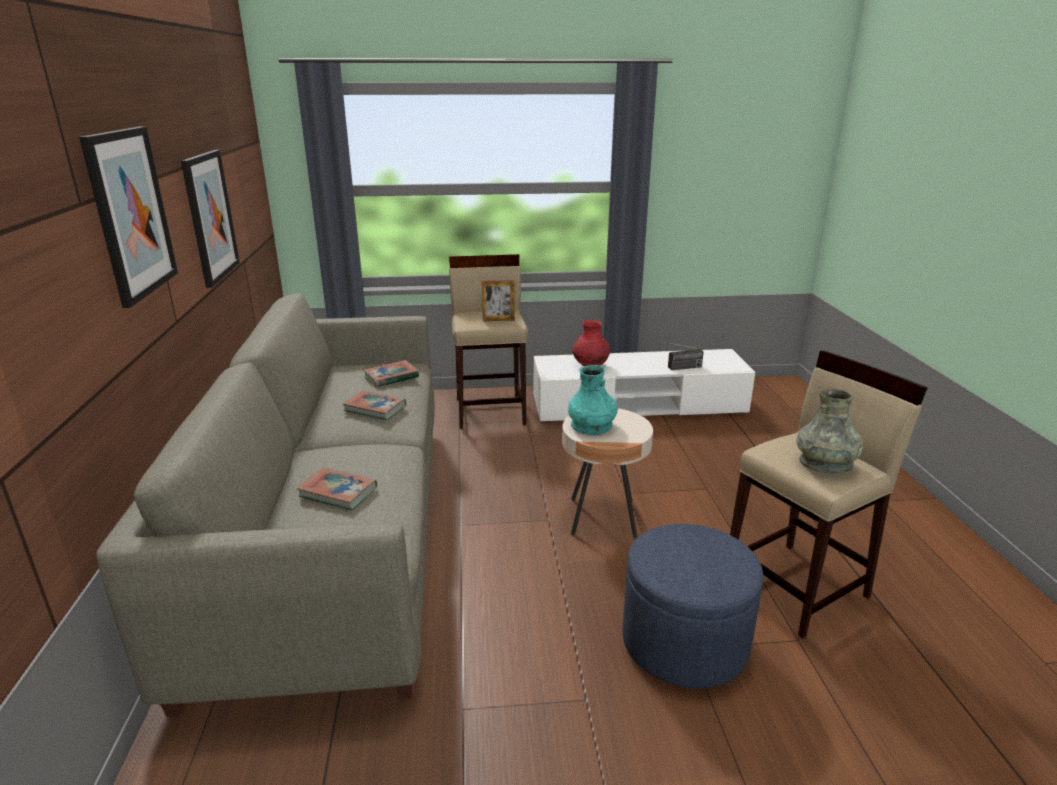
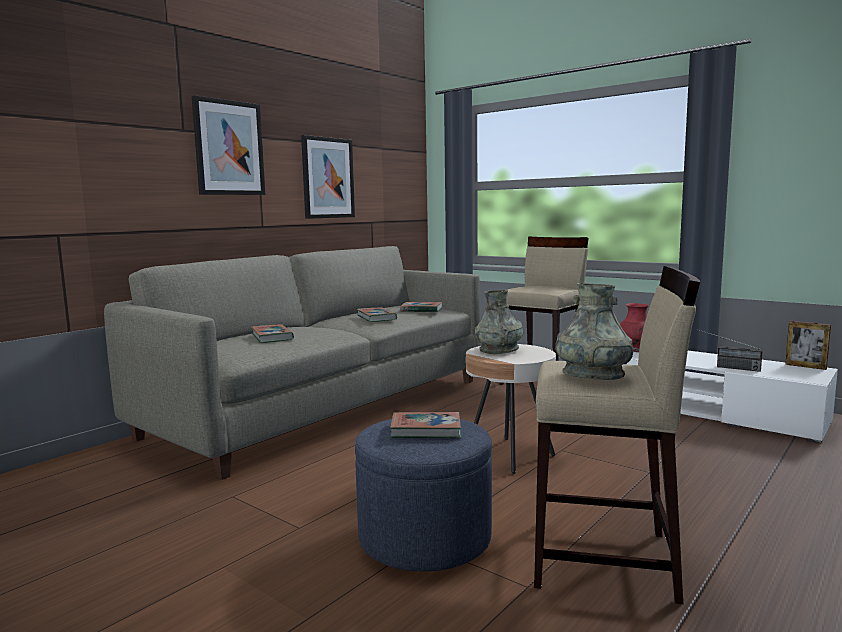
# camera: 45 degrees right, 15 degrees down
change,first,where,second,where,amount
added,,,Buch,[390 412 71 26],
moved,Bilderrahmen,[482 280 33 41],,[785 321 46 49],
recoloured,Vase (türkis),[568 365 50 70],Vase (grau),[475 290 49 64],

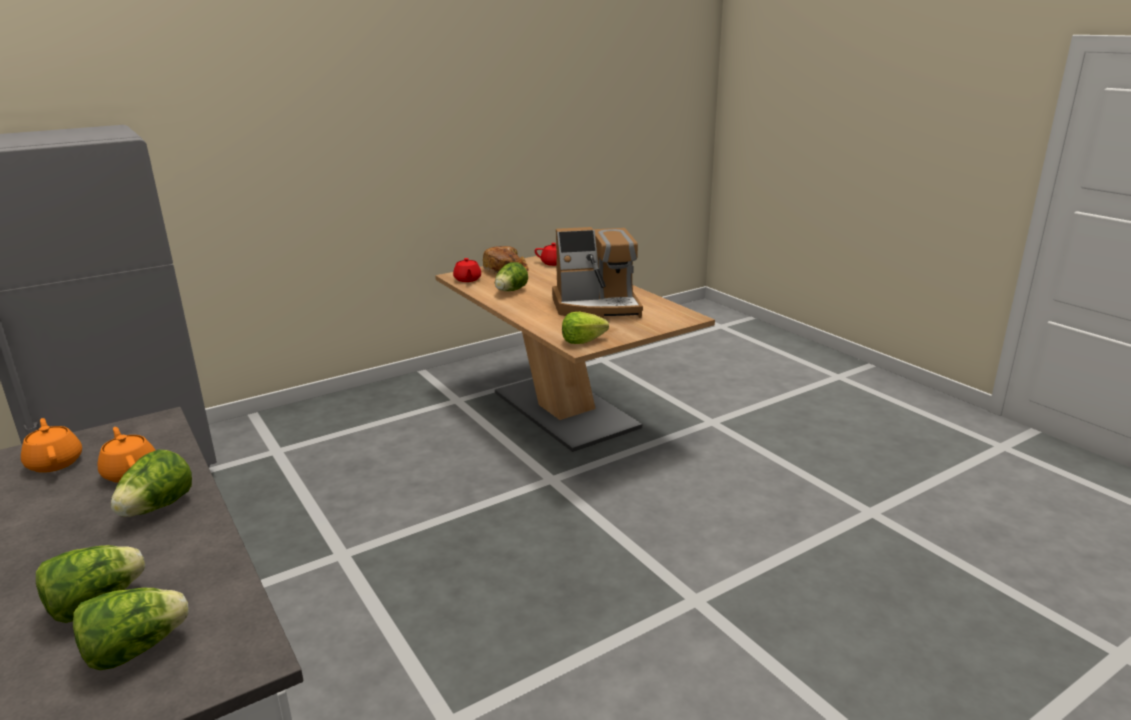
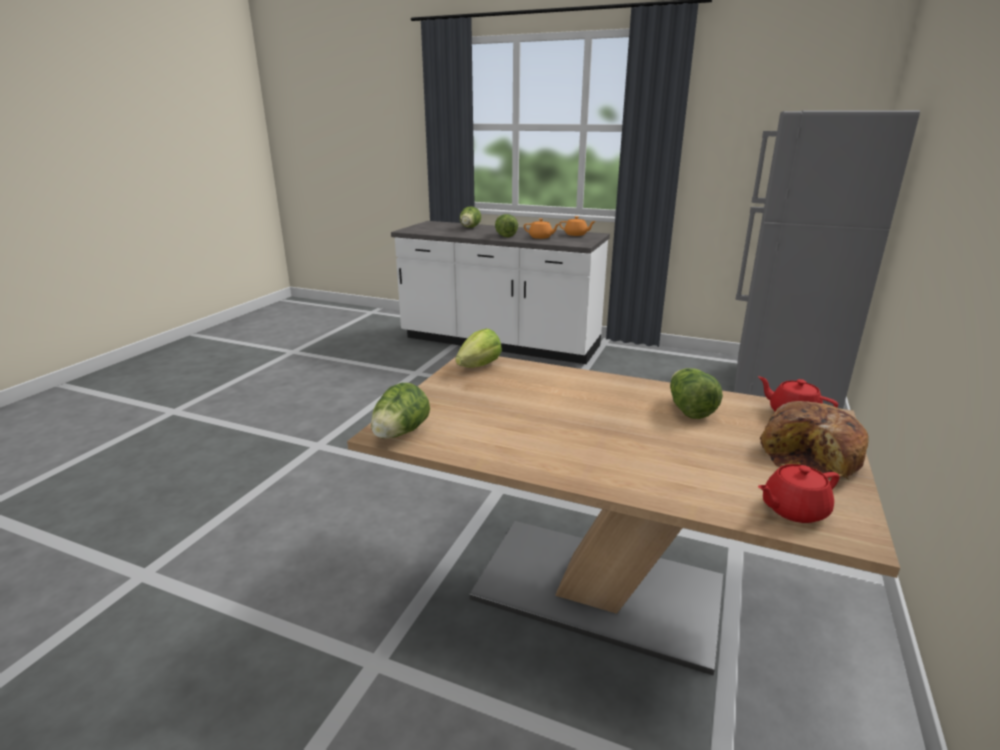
# camera: 145 degrees right, 0 degrees up
change,first,where,second,where,amount
removed,Kaffeemaschine,[552 227 91 92],,,
moved,Salatkopf,[73 588 116 82],,[371 383 59 56],

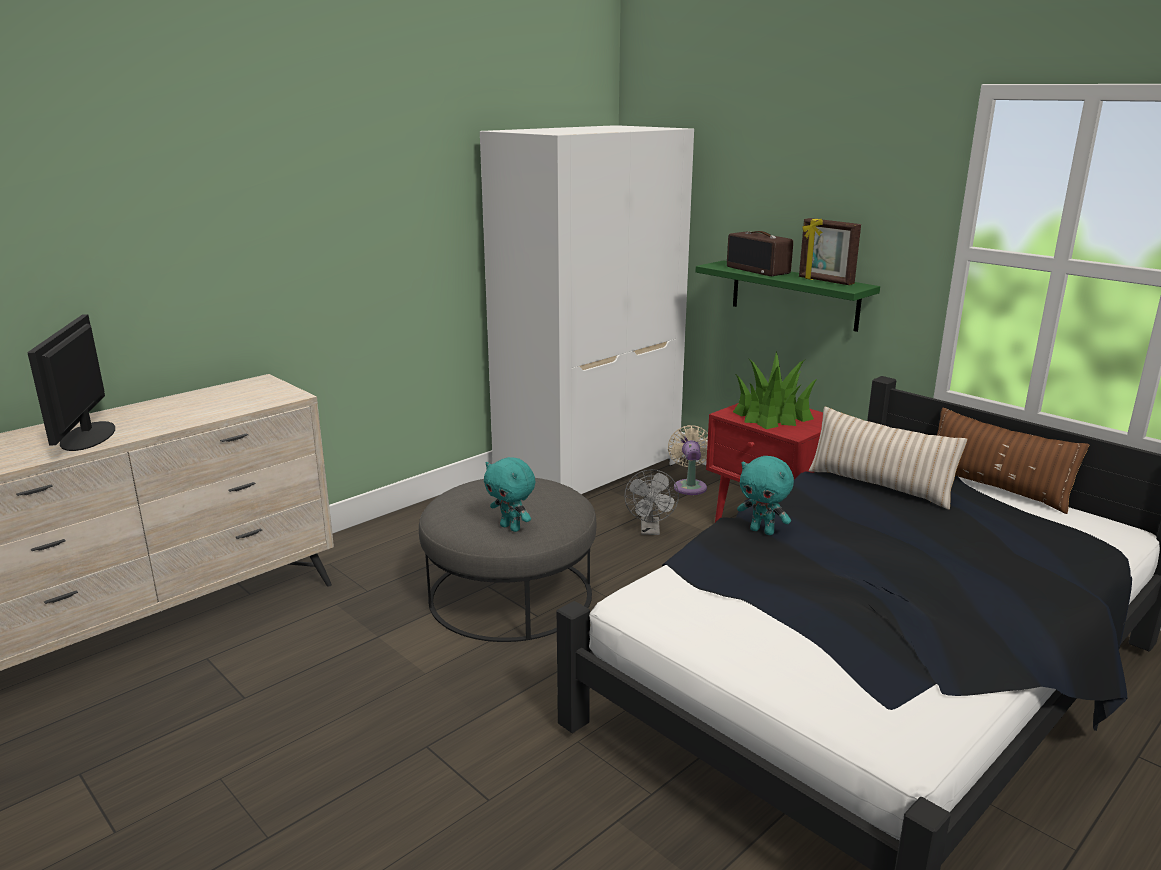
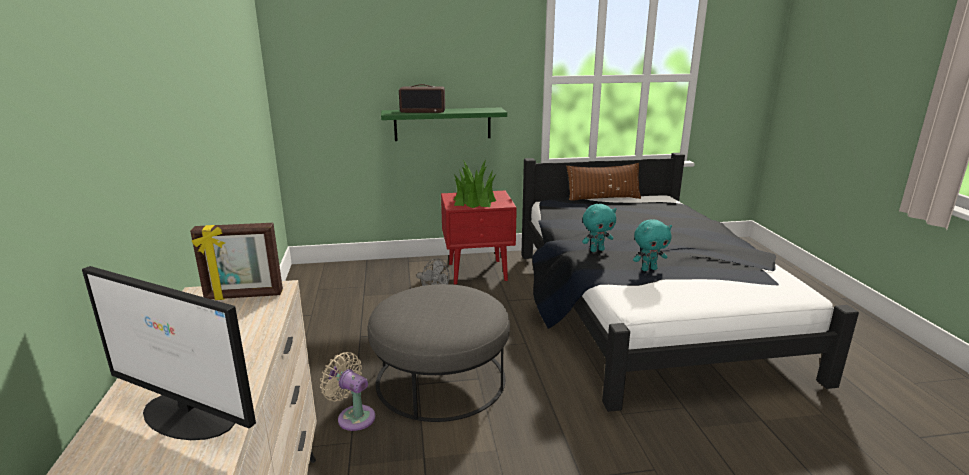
# camera: 55 degrees left, 0 degrees up
change,first,where,second,where,amount
removed,Kleiderschrank (weiß),[480 125 214 369],,,
removed,Kissen (beige),[808 407 160 103],,,
moved,Plüschtier (türkis),[484 457 51 75],,[633 220 39 51],
moved,Ventilator (beige),[668 425 40 70],,[320 352 55 79],
moved,Bilderrahmen,[799 218 62 67],,[190 223 93 77],

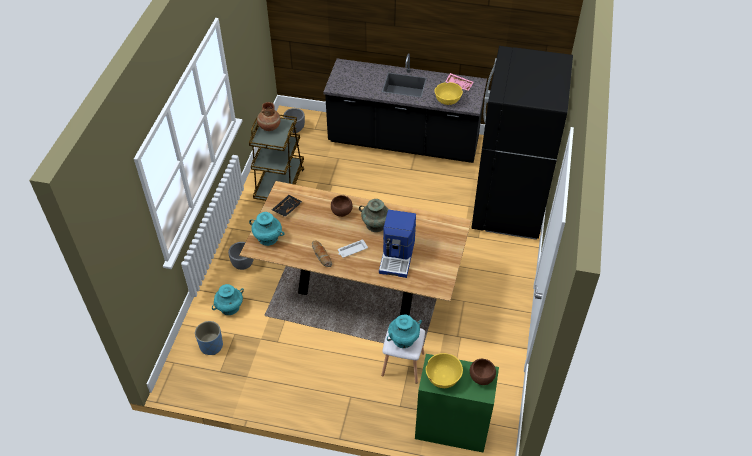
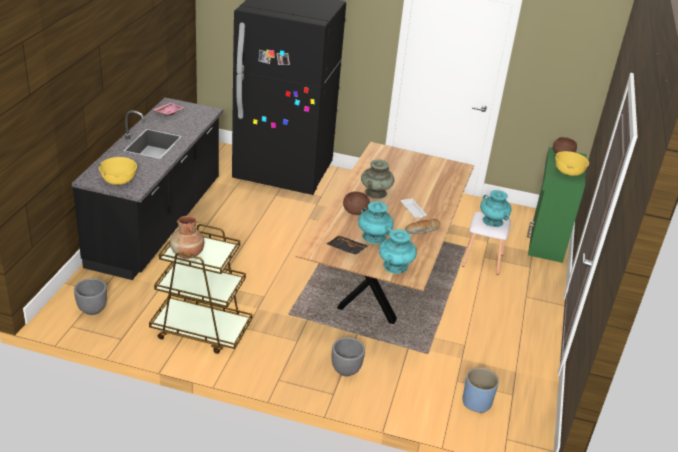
# camera: 90 degrees left, 15 degrees down
change,first,where,second,where,amount
removed,Kaffeemaschine,[379 210 37 68],,,
moved,Vase (türkis),[212 284 32 31],,[358 201 36 43],
moved,Schüssel (gelb),[434 82 29 23],,[99 157 38 28],

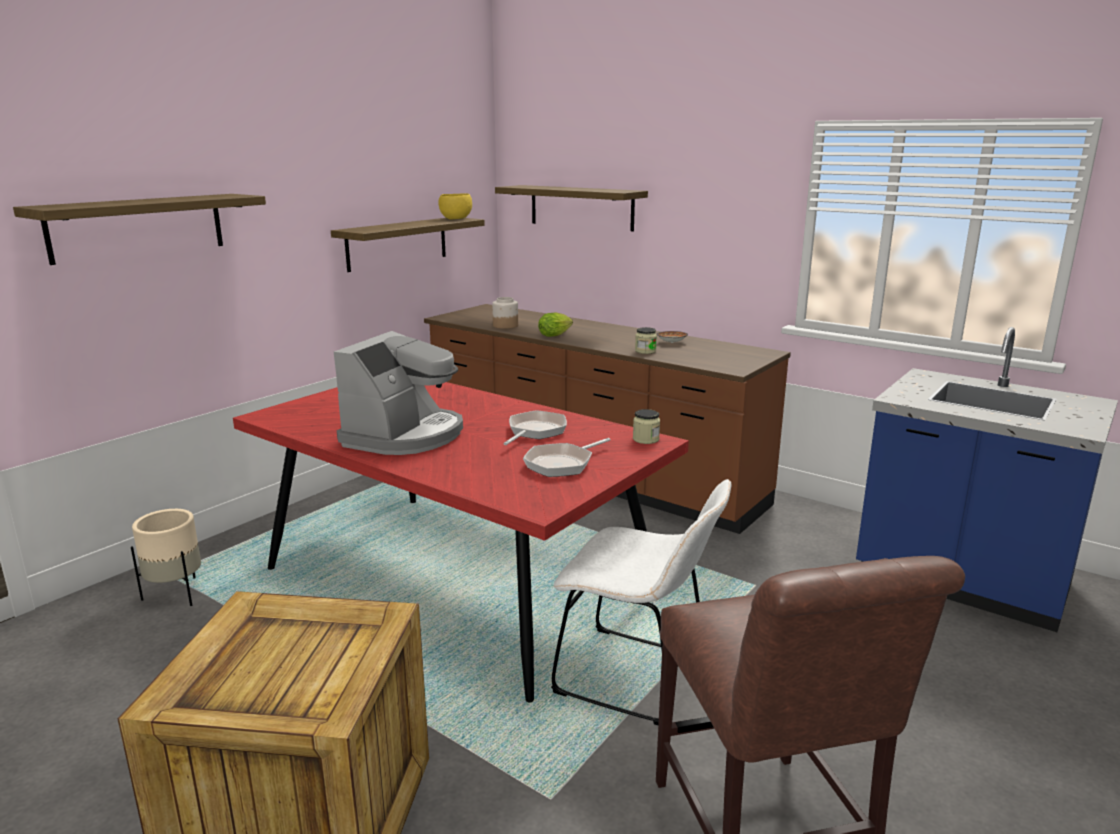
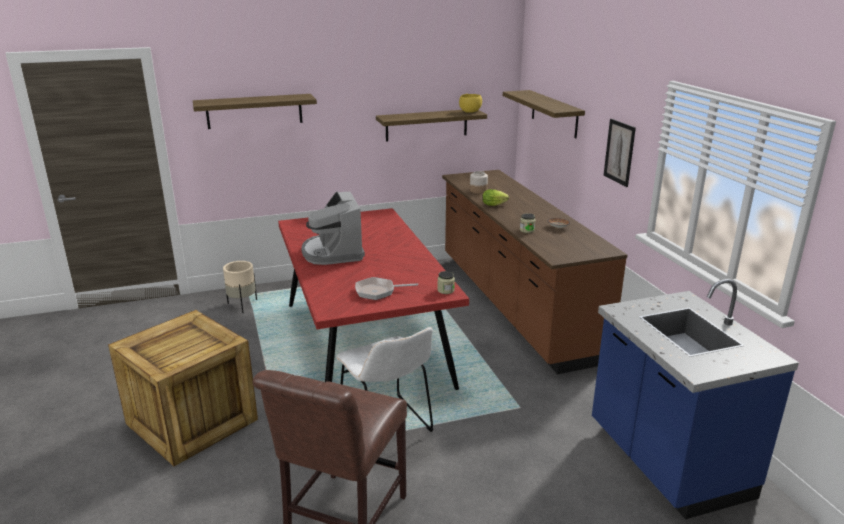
# camera: 35 degrees right, 5 degrees up
change,first,where,second,where,amount
removed,Pfanne,[503 410 64 35],,,
added,,,Bild,[604 119 32 68],
turned,Kaffeemaschine,[334 331 129 124],,[301 192 64 73],105 degrees clockwise

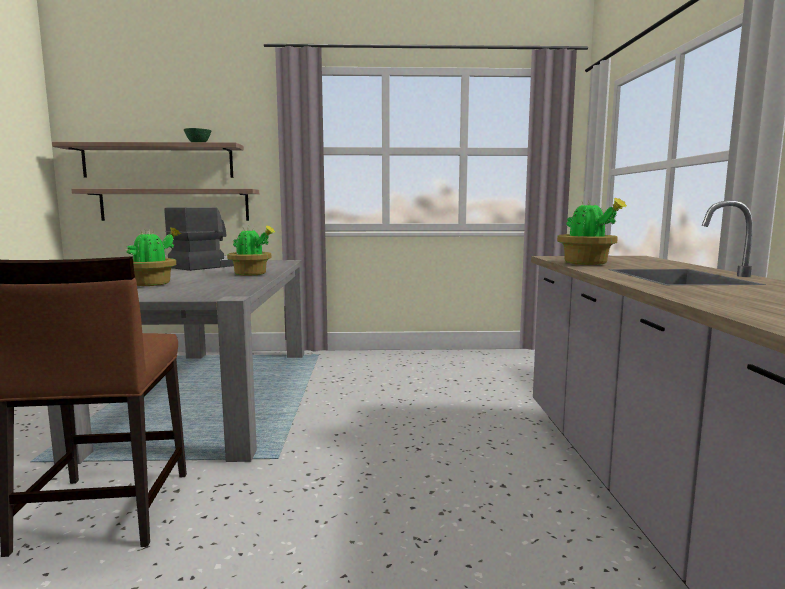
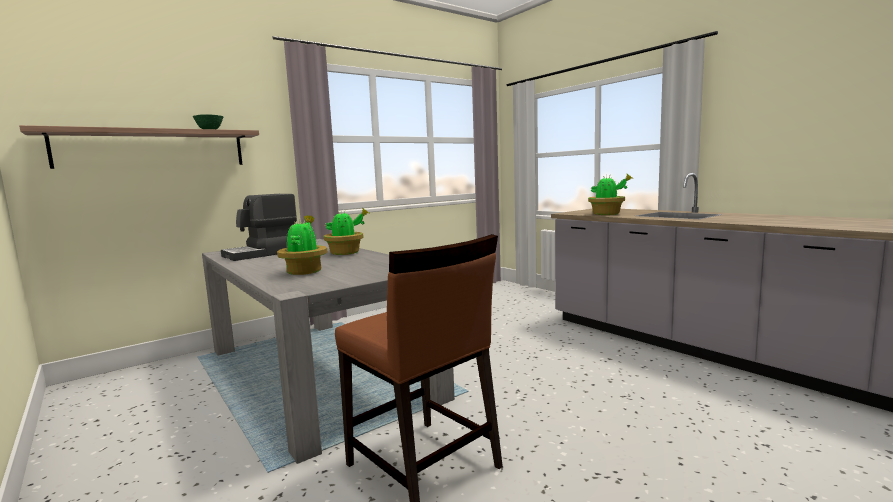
# camera: 35 degrees left, 0 degrees up
change,first,where,second,where,amount
removed,Wandregal,[71 189 188 32],,,
turned,Kaffeemaschine,[164 207 70 64],,[221 194 76 67],135 degrees counterclockwise

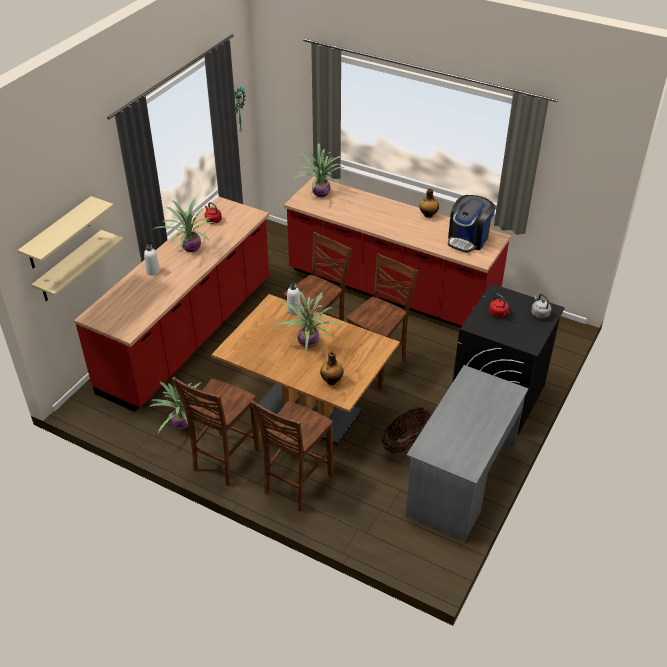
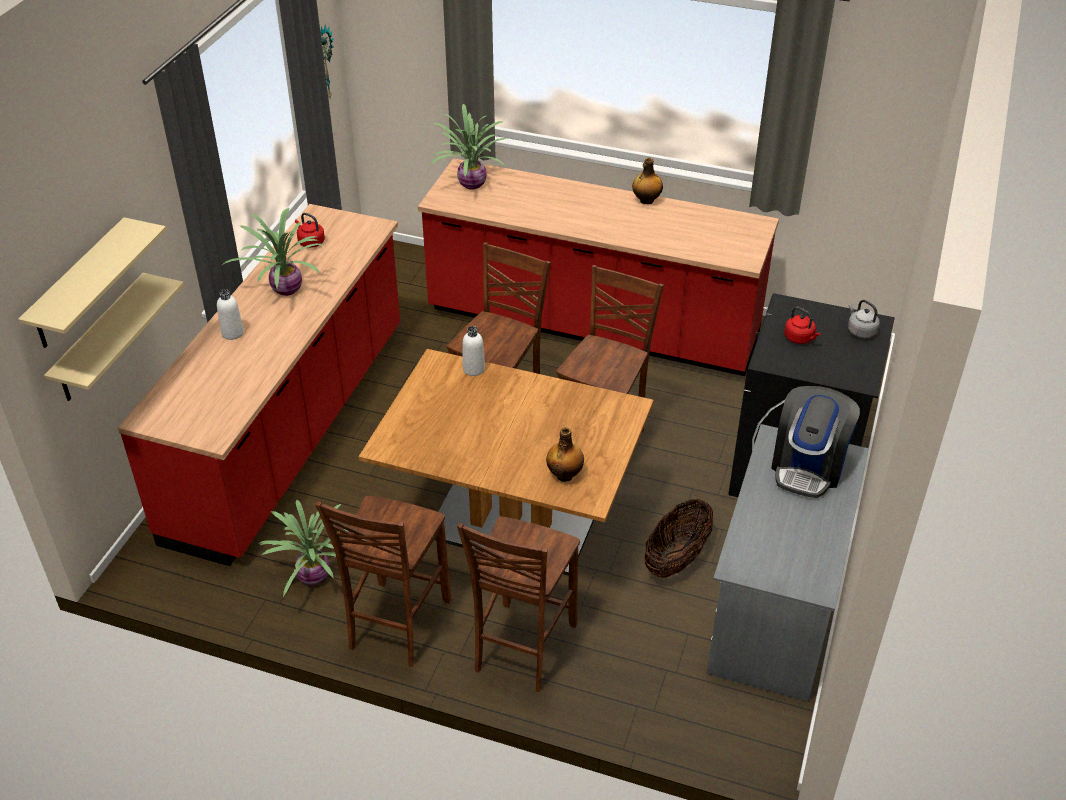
# camera: 10 degrees left, 0 degrees up
change,first,where,second,where,amount
removed,Topfpflanze,[275 291 68 59],,,
moved,Kaffeemaschine,[448 195 48 58],,[771 386 89 112],

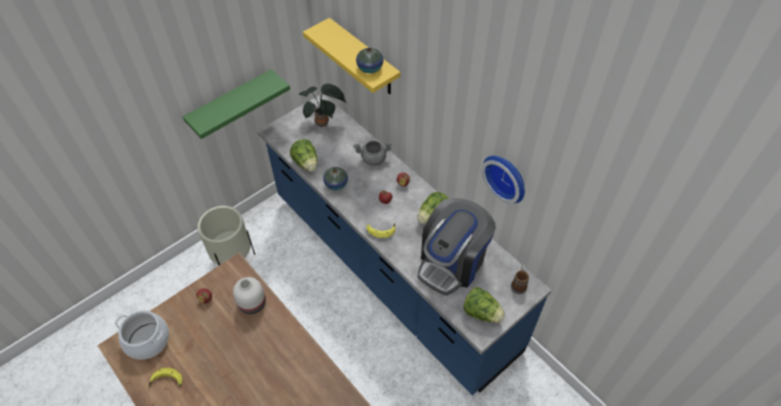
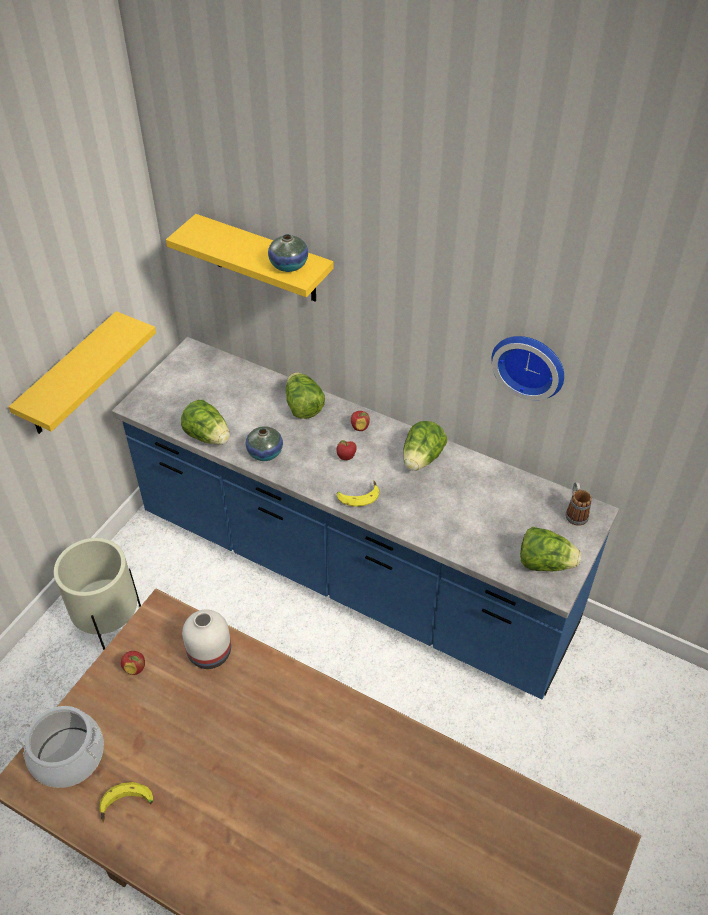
# camera: 20 degrees left, 5 degrees down
change,first,where,second,where,amount
removed,Topfpflanze,[299 84 48 43],,,
removed,Kaffeemaschine,[418 198 78 97],,,
replaced,Kochtopf (grau),[354 141 38 25],Salatkopf,[286 372 39 47],
recoloured,Wandregal (grün),[183 69 107 70],Wandregal (gelb),[9 311 147 123],

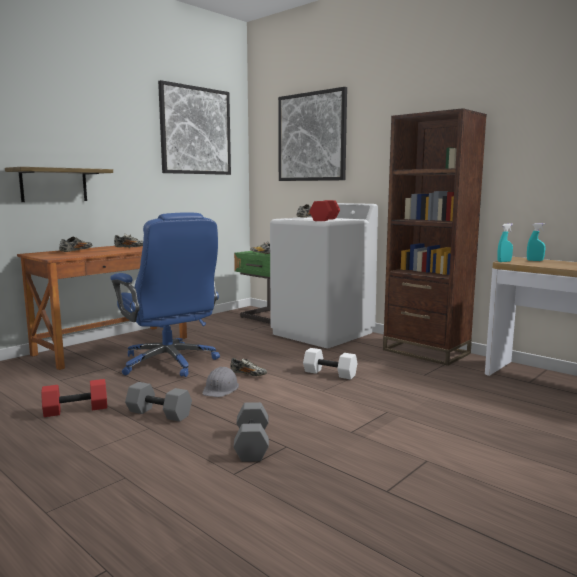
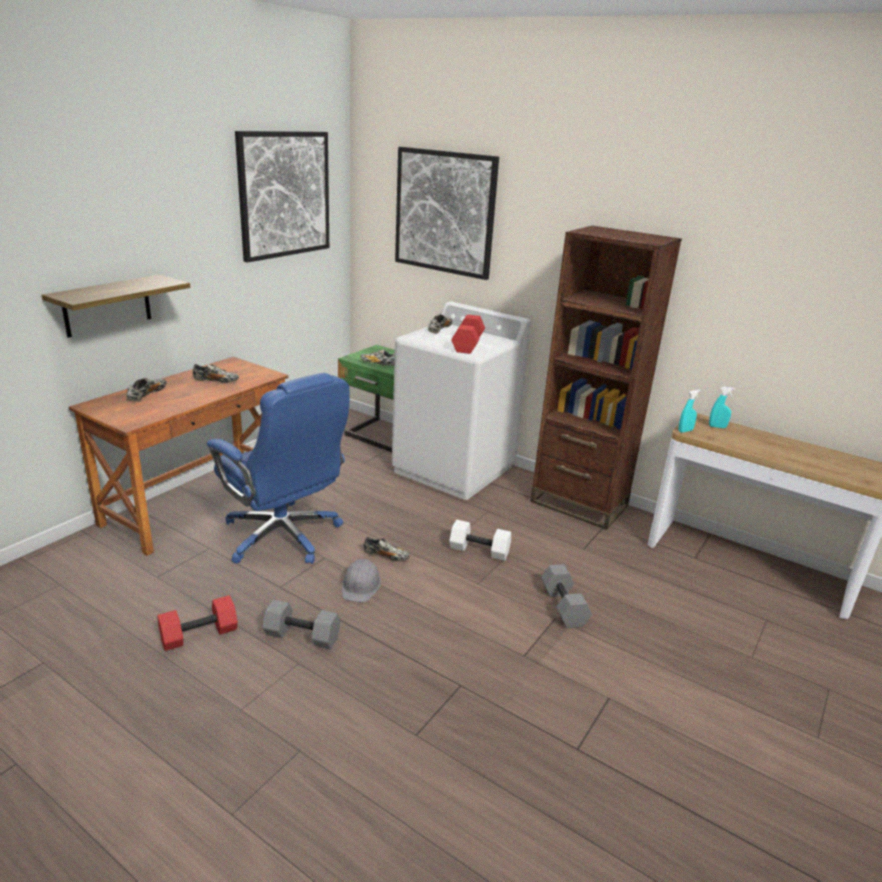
# camera: 10 degrees left, 15 degrees up
change,first,where,second,where,amount
moved,Hantel (grau),[233 402 36 60],,[541 564 51 64],

